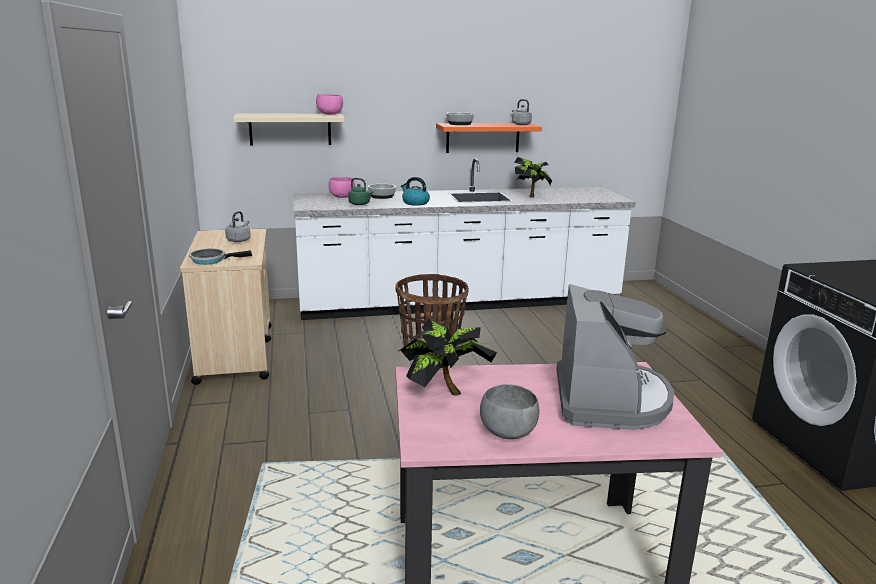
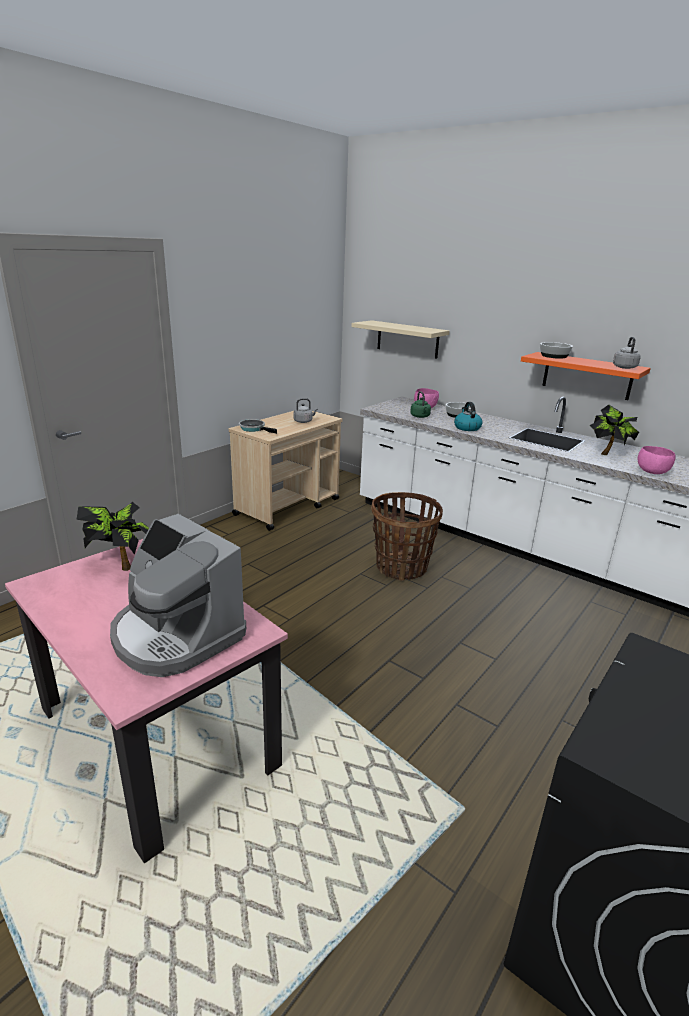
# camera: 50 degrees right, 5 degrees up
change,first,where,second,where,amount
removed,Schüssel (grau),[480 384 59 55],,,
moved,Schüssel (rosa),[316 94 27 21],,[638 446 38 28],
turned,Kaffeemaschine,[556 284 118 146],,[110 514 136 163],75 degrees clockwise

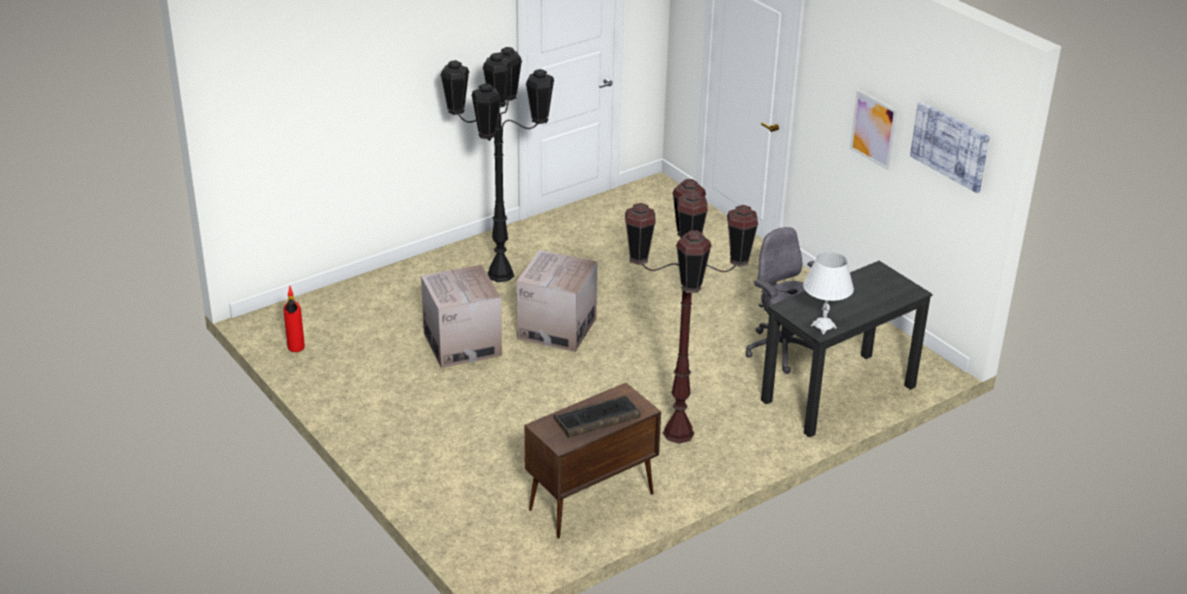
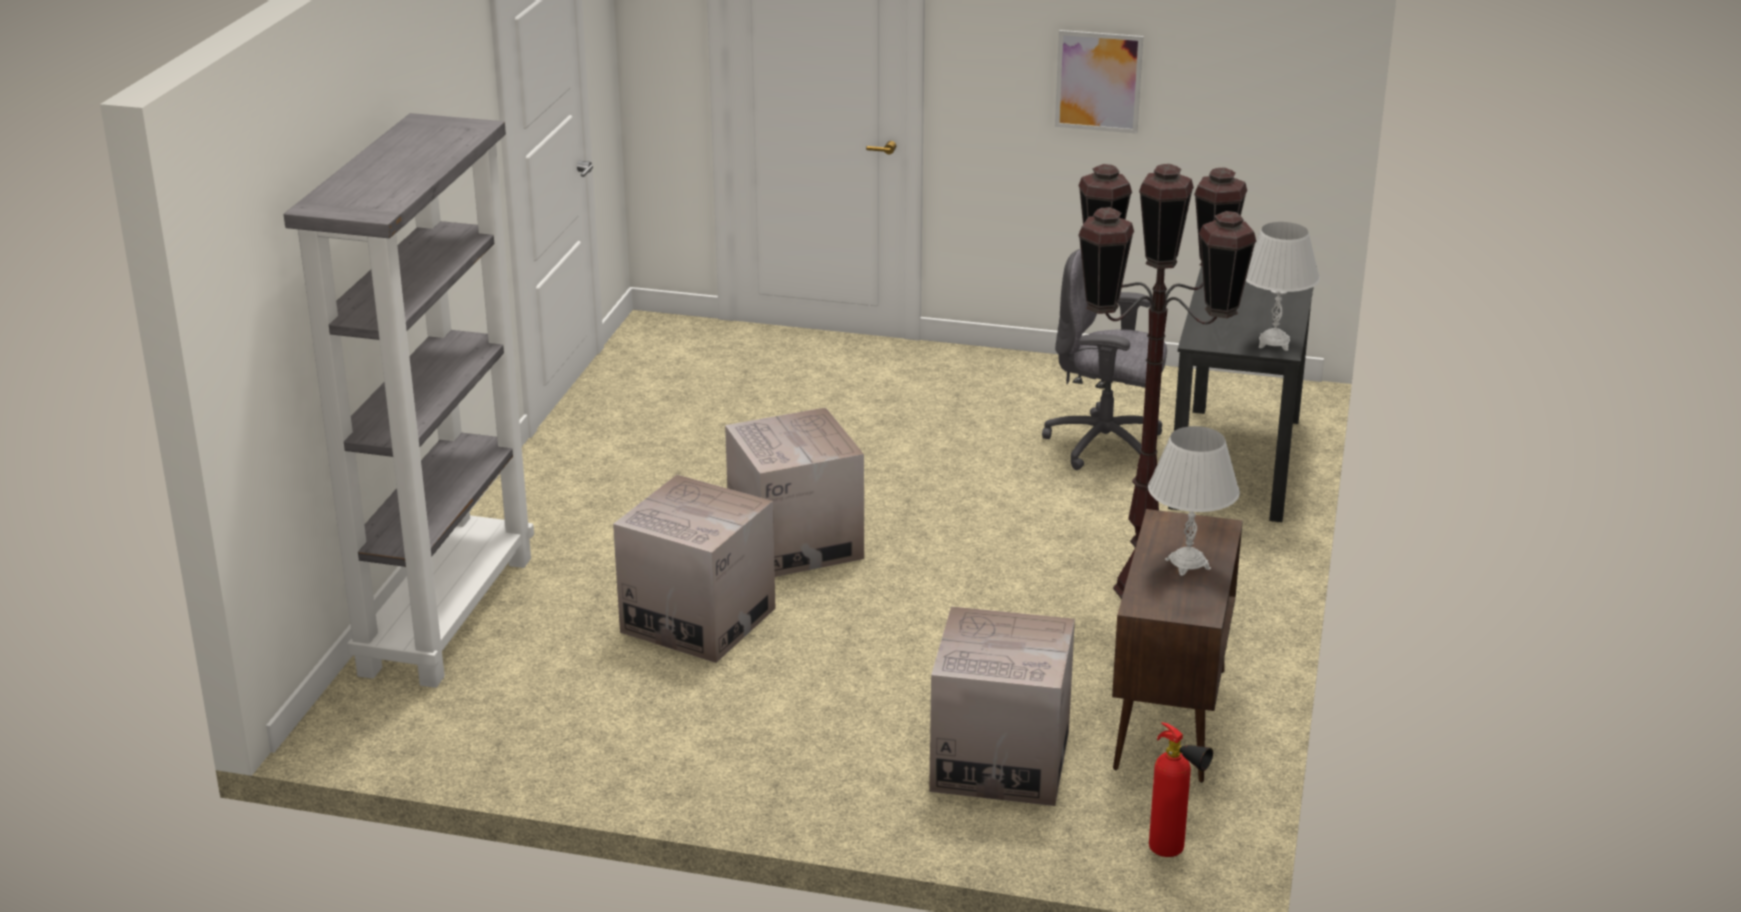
# camera: 40 degrees left, 5 degrees down
change,first,where,second,where,amount
removed,Stehlampe (schwarz),[441 47 113 235],,,
removed,Bild,[910 101 80 92],,,
added,,,Bücherregal (grau),[284 113 250 575],
added,,,Karton,[929 606 146 200],
moved,Feuerlöscher,[283 286 22 66],,[1149 722 64 135],
replaced,Tastatur,[554 395 87 43],Tischlampe (weiß),[1148 426 92 150],

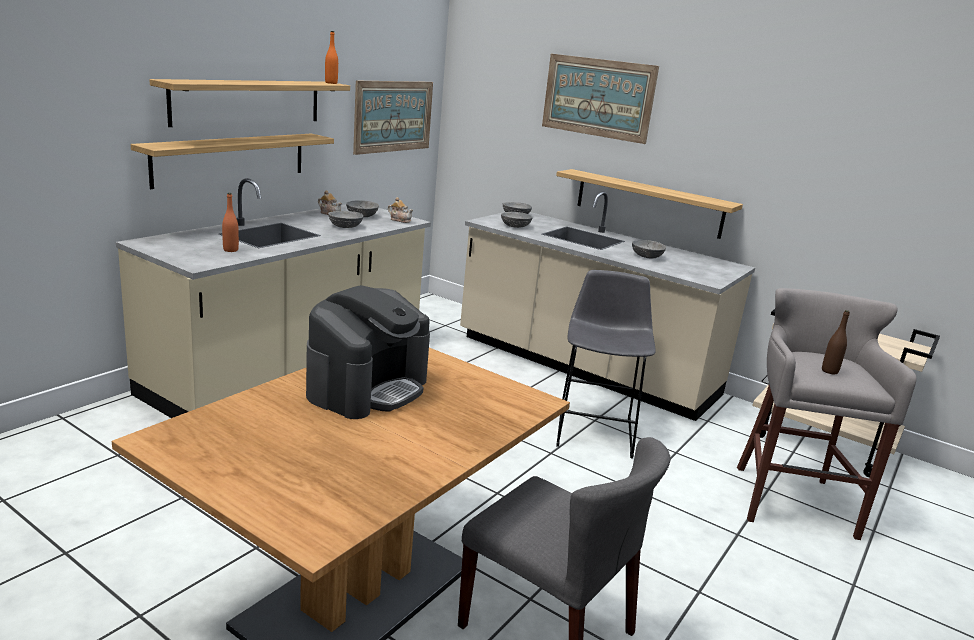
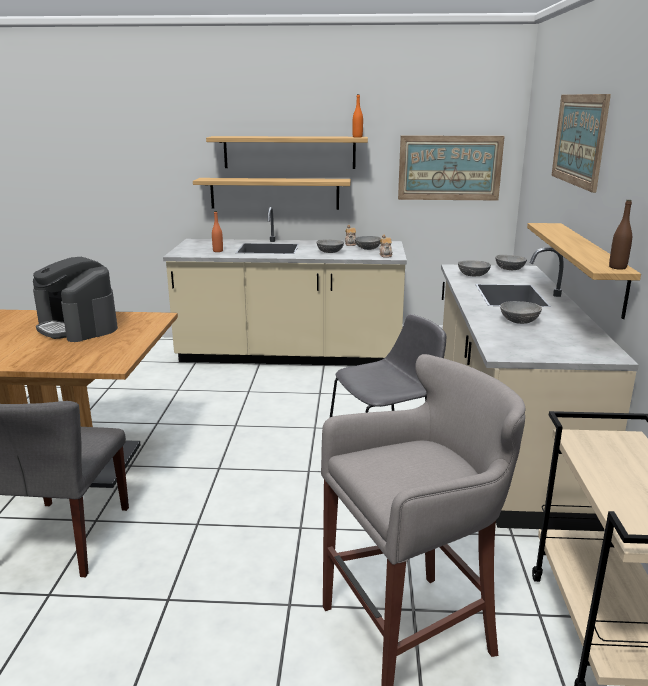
# camera: 60 degrees right, 0 degrees up
change,first,where,second,where,amount
moved,Flasche (braun),[822 310 28 64],,[609 200 23 70],
turned,Kaffeemaschine,[306 285 124 134],,[33 257 85 85],45 degrees clockwise

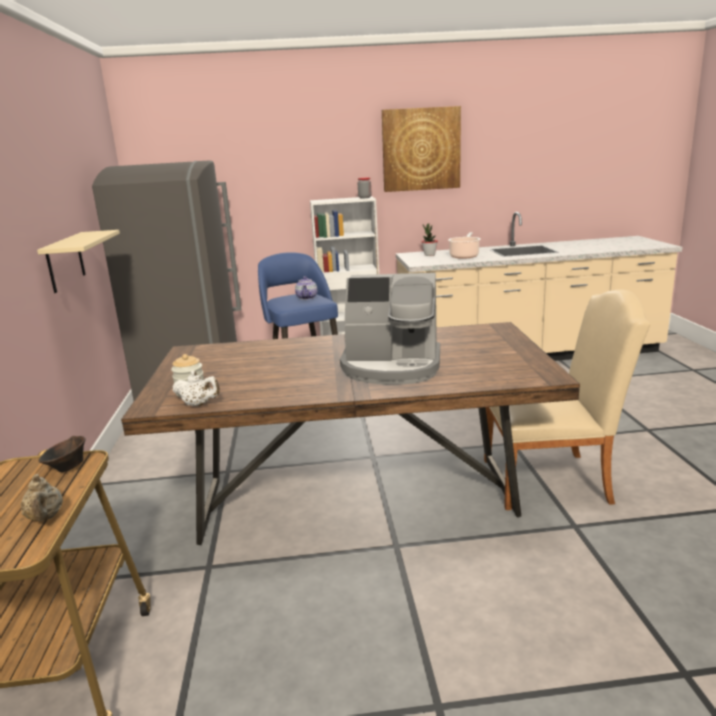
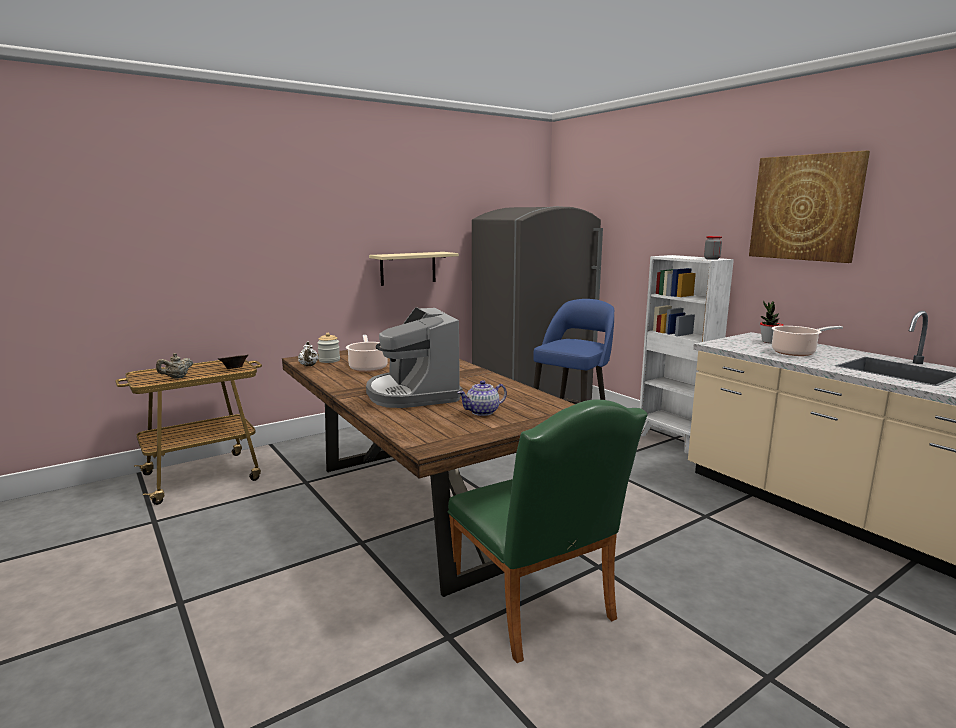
# camera: 60 degrees right, 5 degrees down
change,first,where,second,where,amount
added,,,Kochtopf,[346 335 42 37],
moved,Teekanne,[295 276 22 24],,[458 380 49 36],
recoloured,Stuhl (beige),[484 289 167 221],Stuhl (grün),[447 399 201 264],

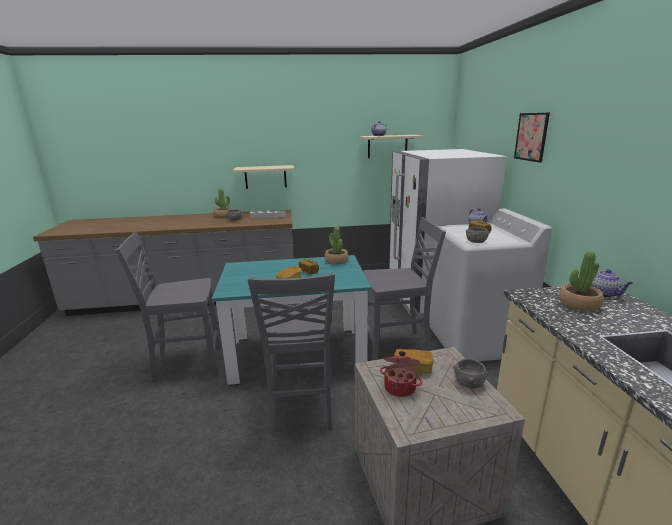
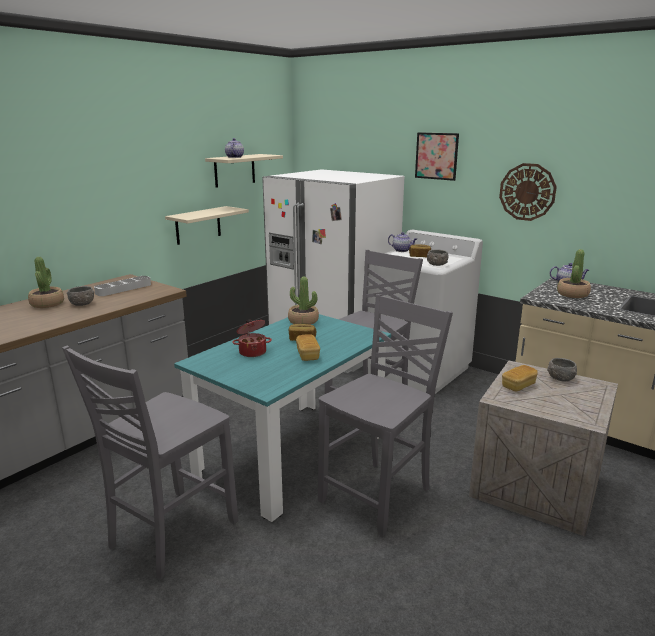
# camera: 45 degrees left, 0 degrees up
change,first,where,second,where,amount
added,,,Wanduhr,[499 163 58 58],
moved,Wandregal (beige),[233 165 61 24],,[165 206 84 39],
moved,Kochtopf,[380 351 42 46],,[232 319 40 38],
turned,Stuhl (grau),[247 273 88 162],,[318 294 135 243],90 degrees counterclockwise

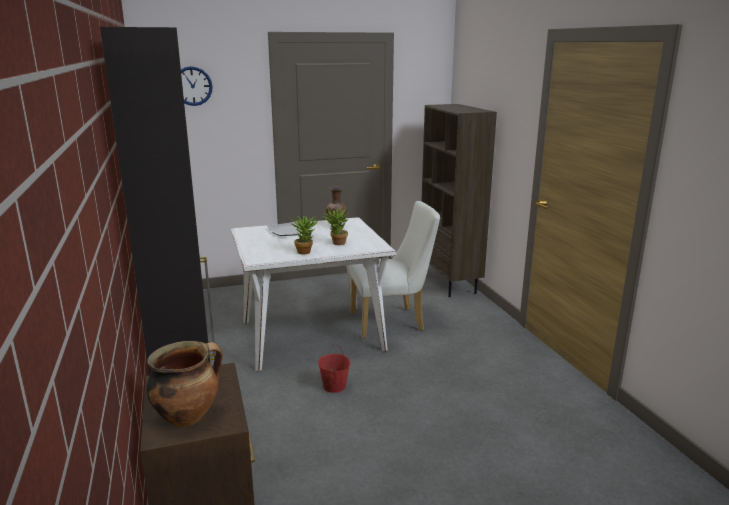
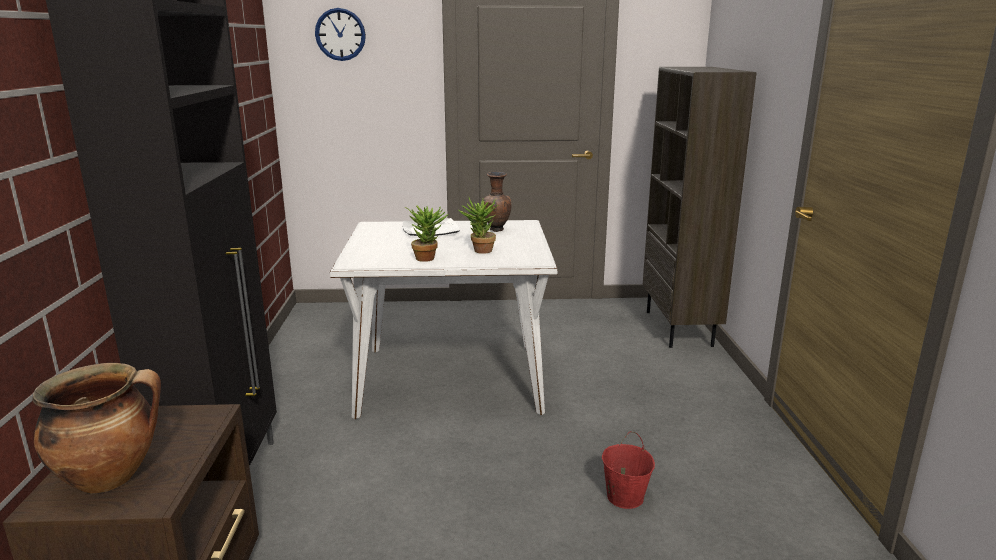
# camera: 15 degrees right, 0 degrees up
change,first,where,second,where,amount
removed,Stuhl (weiß),[349 201 91 137],,,
moved,Eimer (rot),[318 345 32 48],,[602 432 53 77],

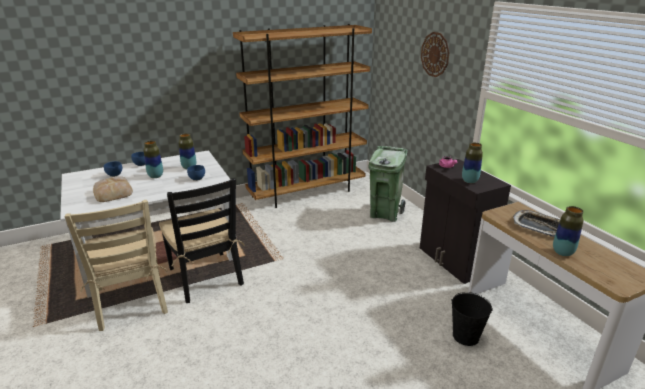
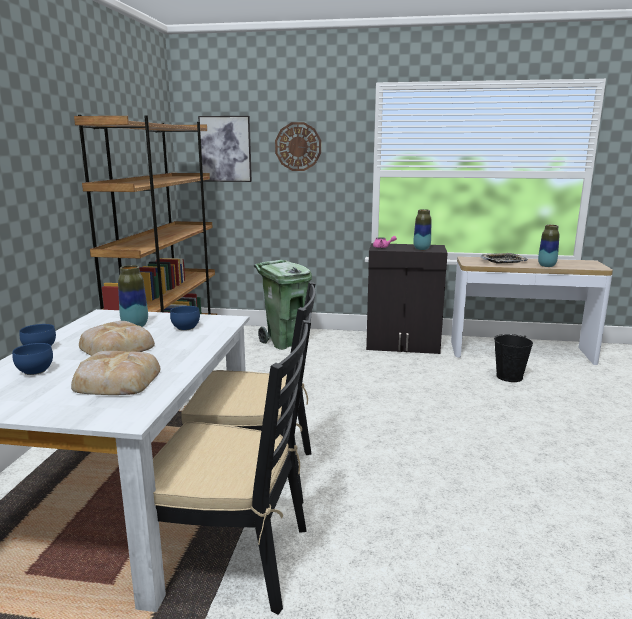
# camera: 55 degrees left, 10 degrees down
change,first,where,second,where,amount
added,,,Bild,[198 116 54 66],
replaced,Vase,[144 141 19 37],Brot,[79 321 76 35],
recoloured,Stuhl (beige),[64 200 104 131],Stuhl (schwarz),[153 320 158 294],

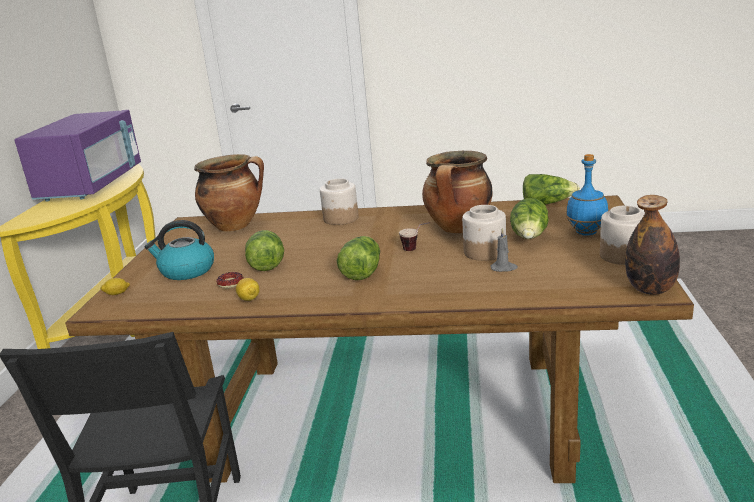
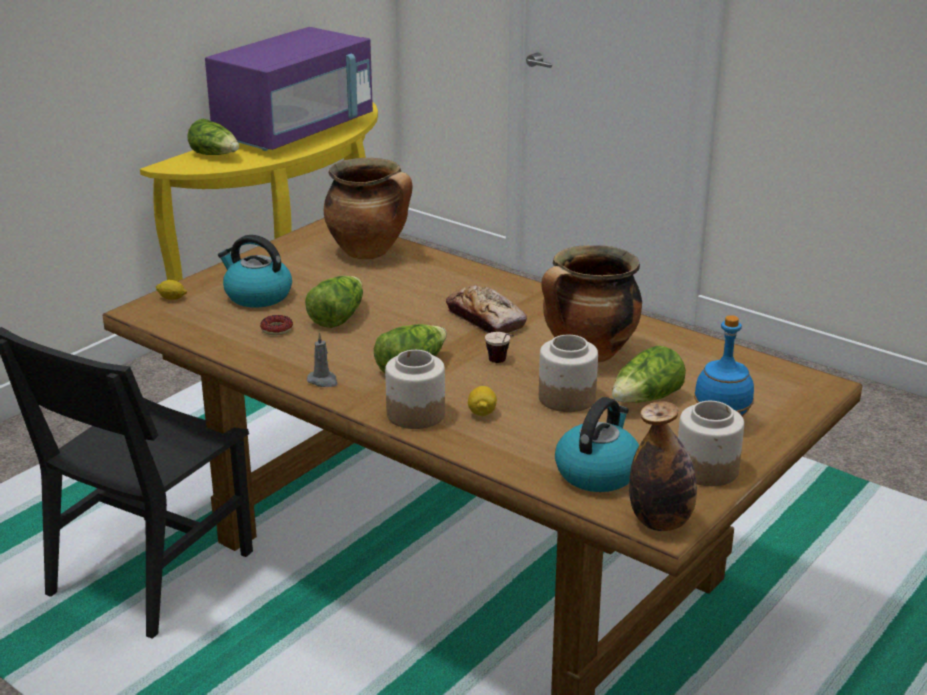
# camera: 30 degrees right, 5 degrees up
change,first,where,second,where,amount
added,,,Brot,[446 285 81 48],
added,,,Wasserkessel,[555 397 84 95],
moved,Zitrone,[236 278 23 23],,[468 386 29 30],
moved,Vorratsglas,[320 178 38 47],,[385 350 60 79],
moved,Kerze (grau),[490 228 28 44],,[307 332 31 55],
moved,Salatkopf,[523 174 57 31],,[187 119 52 36],

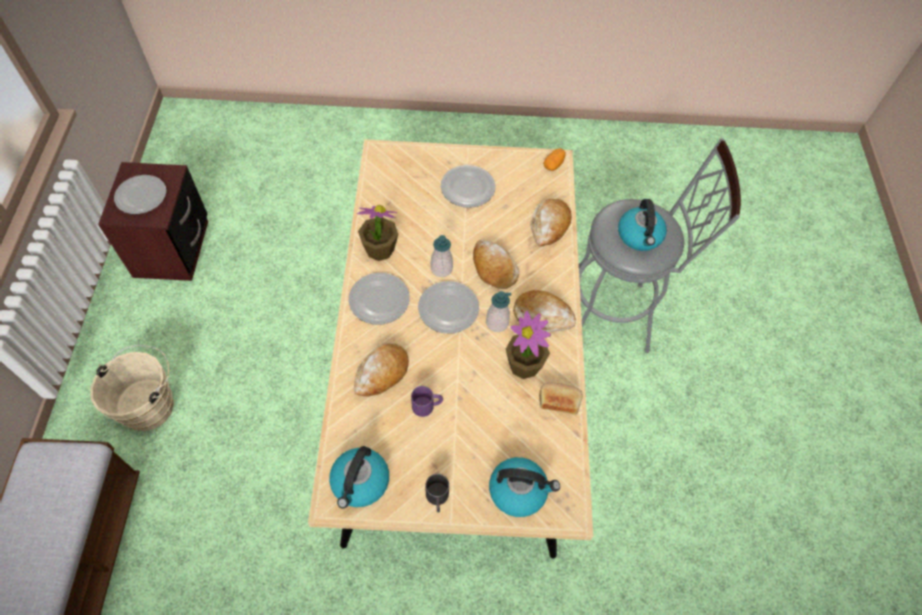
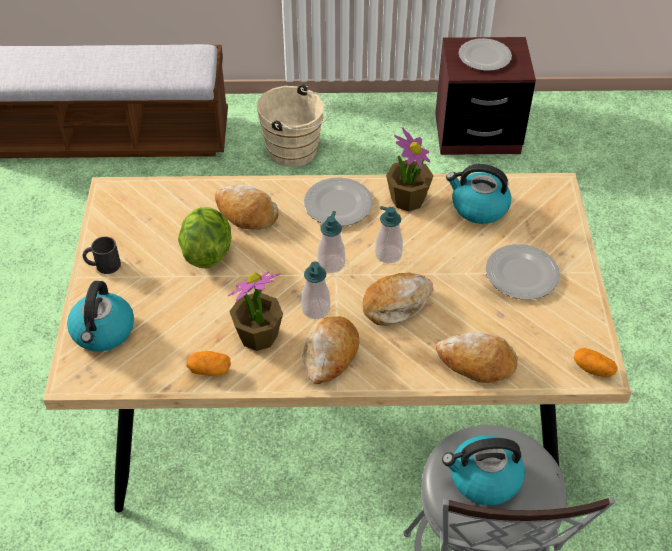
# camera: 90 degrees right, 10 degrees down
change,first,where,second,where,amount
moved,Wasserkessel,[329 446 60 63],,[446 164 65 60],
replaced,Henkelbecher (lila),[411 386 32 31],Salatkopf,[178 207 53 61],
replaced,Teller,[418 281 61 53],Seifenspender,[317 211 28 62],
replaced,Brot,[539 383 44 32],Kartoffel,[187 351 44 25],

